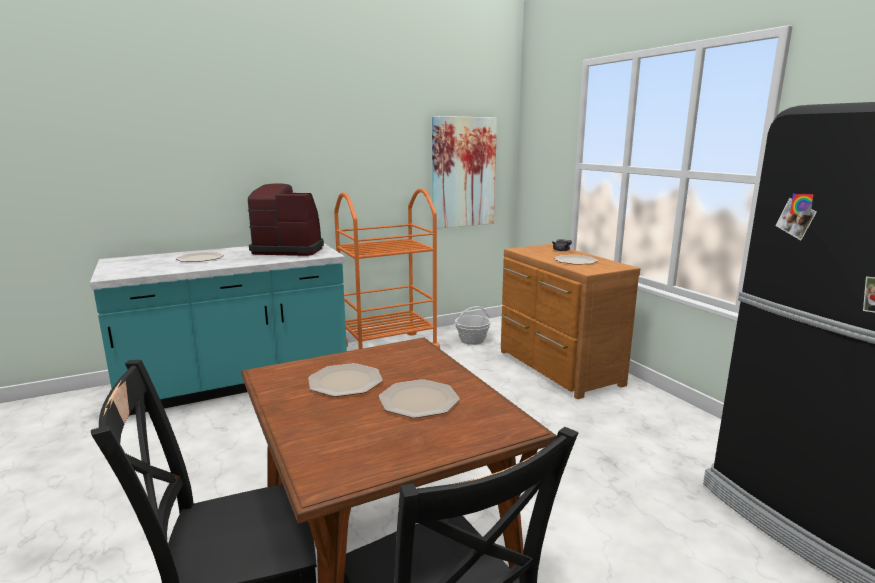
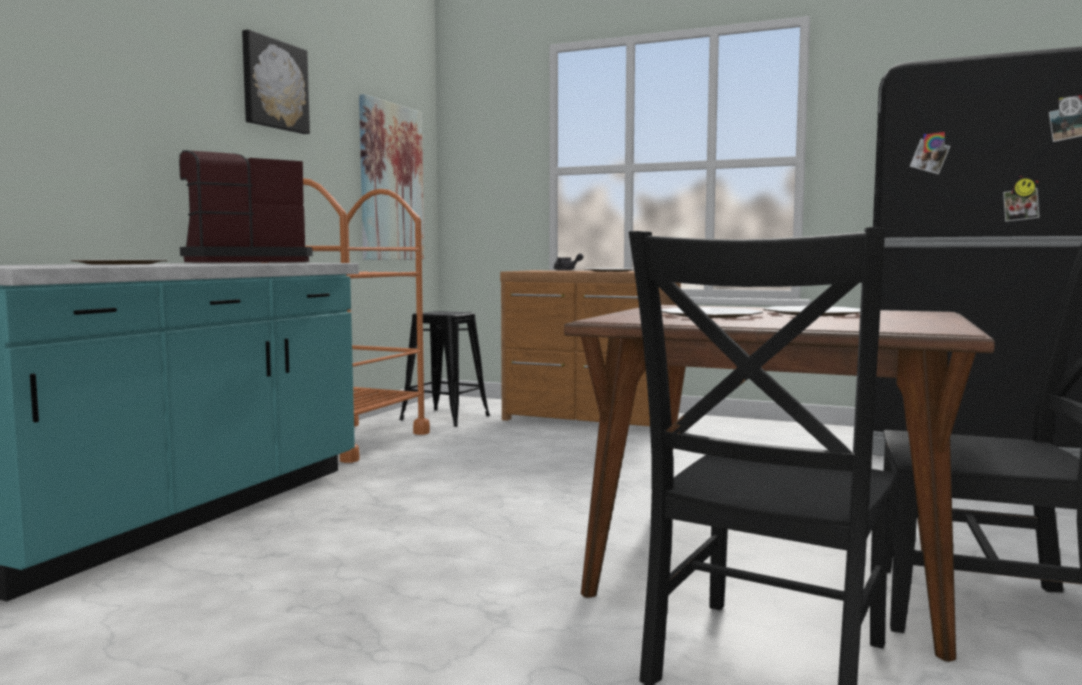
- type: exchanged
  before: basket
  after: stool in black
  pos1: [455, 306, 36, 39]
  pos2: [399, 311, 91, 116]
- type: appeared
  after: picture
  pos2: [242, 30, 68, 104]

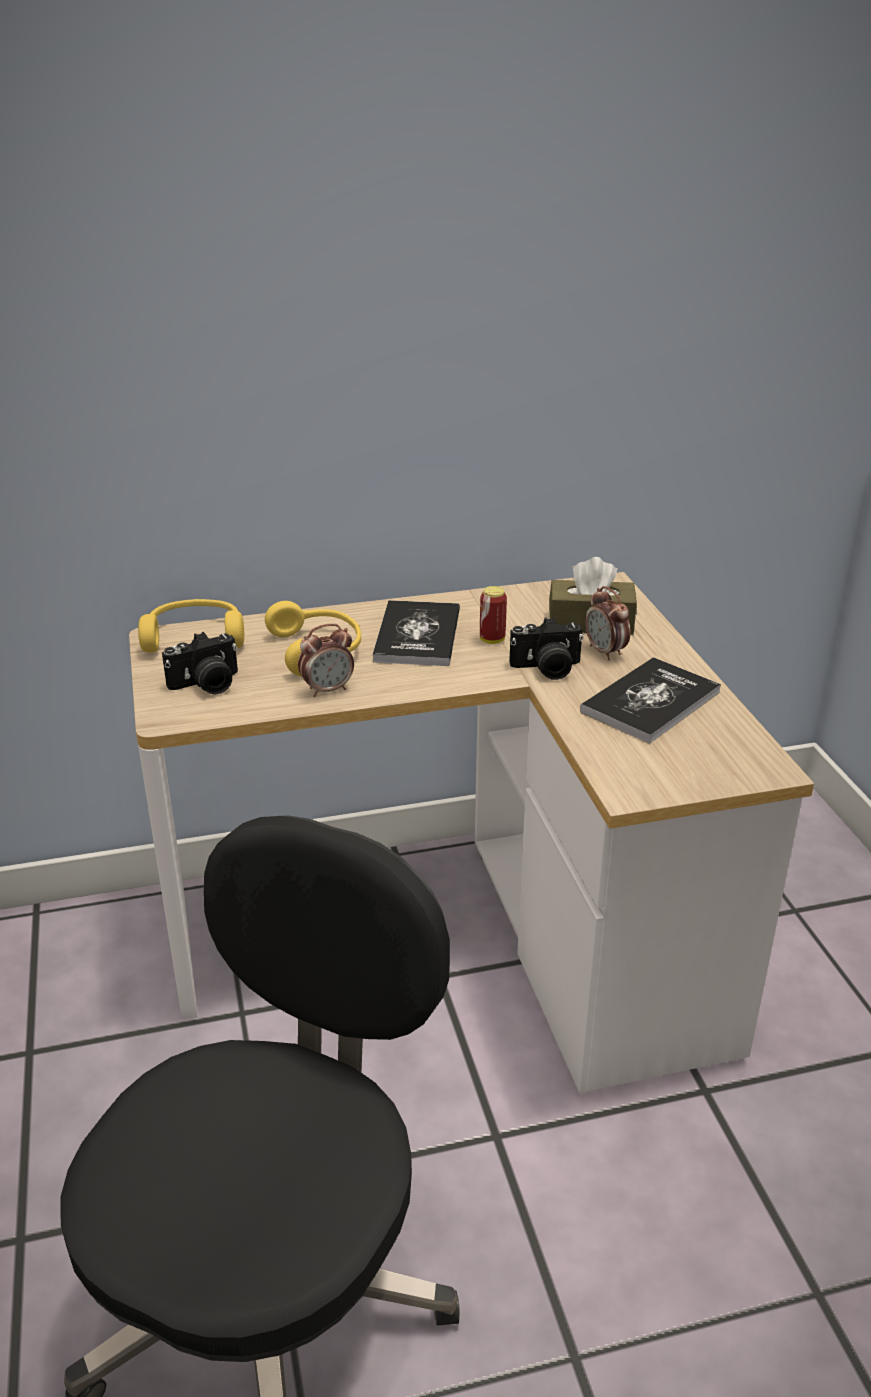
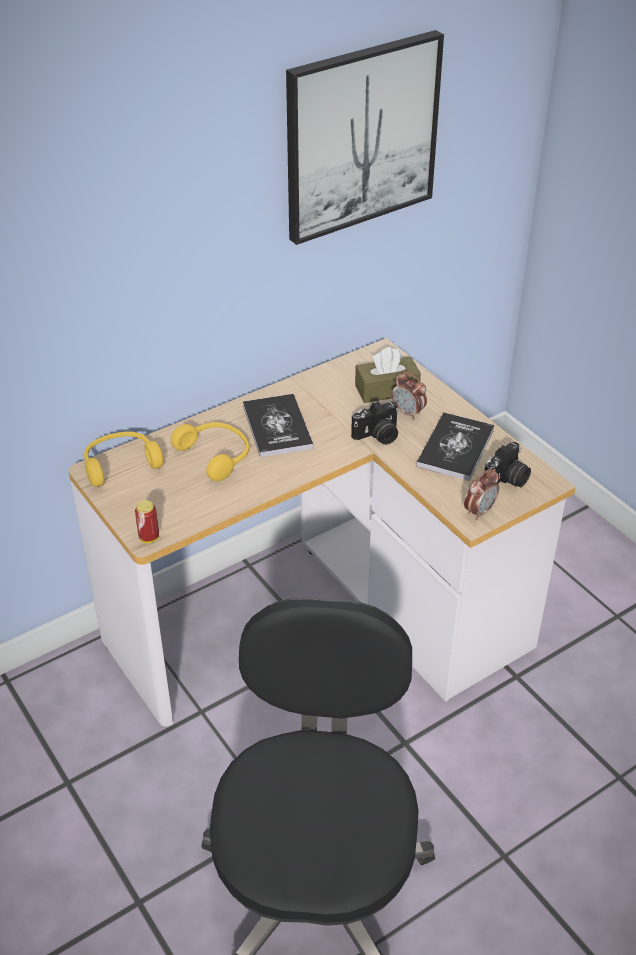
- type: relocated
  before: photo camera
  pos1: [162, 632, 76, 63]
  pos2: [485, 442, 46, 45]
- type: relocated
  before: alarm clock
  pos1: [298, 624, 56, 73]
  pos2: [464, 468, 35, 52]
- type: relocated
  before: can
  pos1: [480, 586, 27, 58]
  pos2: [135, 500, 24, 43]
- type: appeared
  after: picture
  pos2: [286, 30, 158, 215]

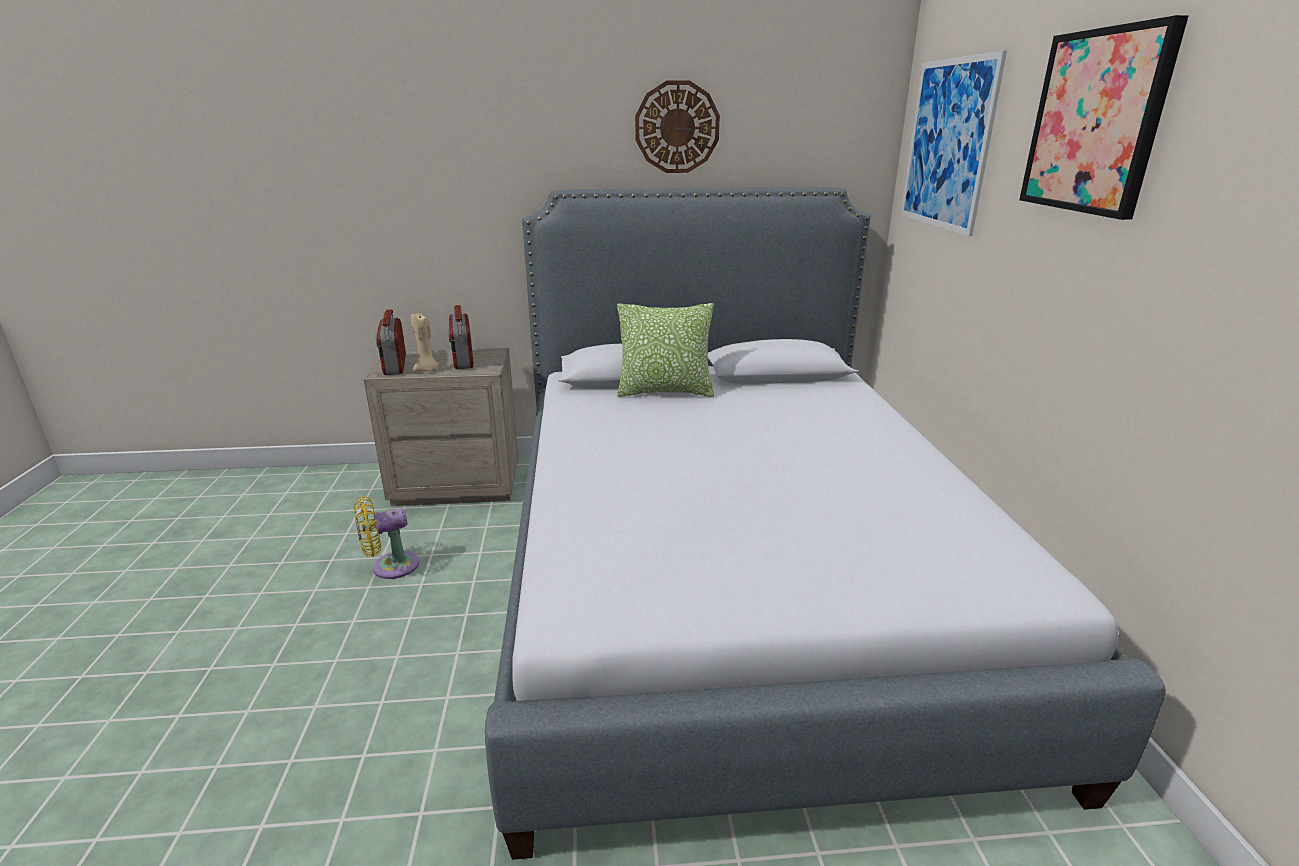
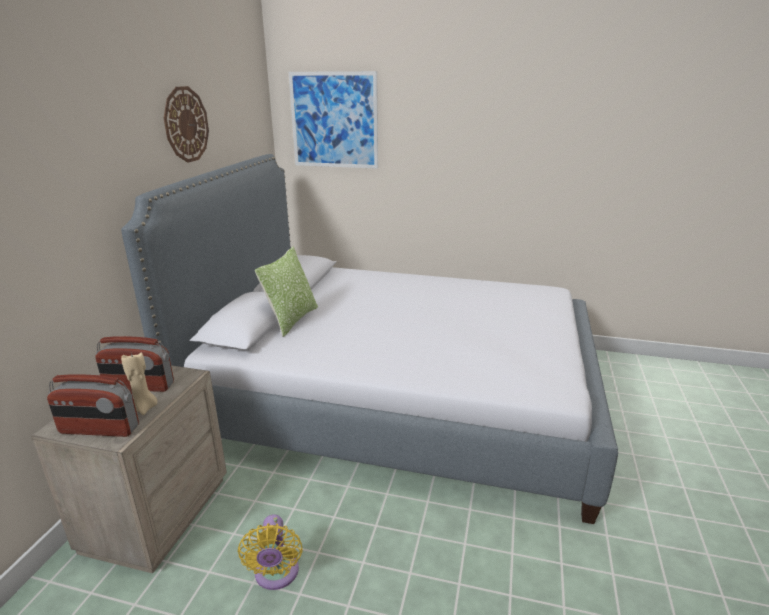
- type: missing
  before: picture
  pos1: [1019, 15, 170, 205]

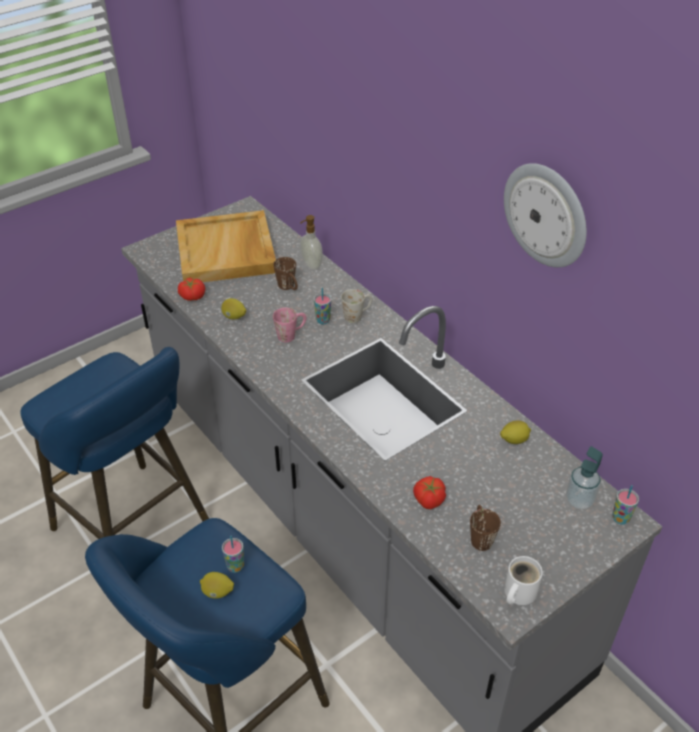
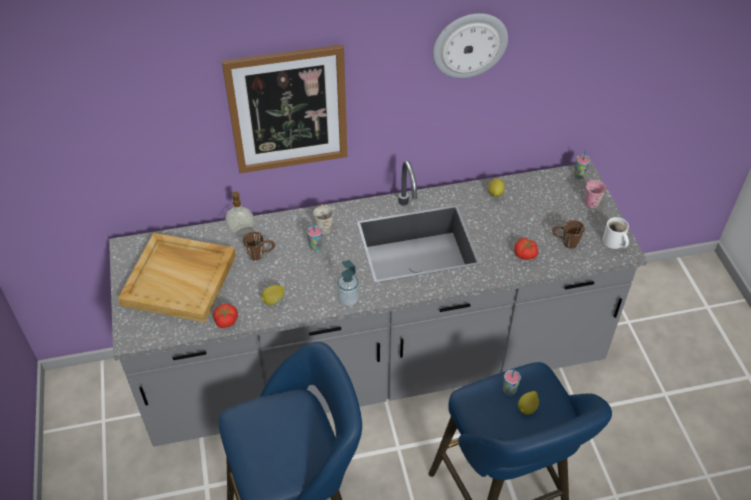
- type: relocated
  before: mug in pink
  pos1: [273, 308, 34, 34]
  pos2: [585, 179, 21, 29]
- type: relocated
  before: soap dispenser
  pos1: [566, 446, 37, 64]
  pos2: [337, 260, 22, 46]
- type: appeared
  after: picture
  pos2: [222, 44, 125, 129]

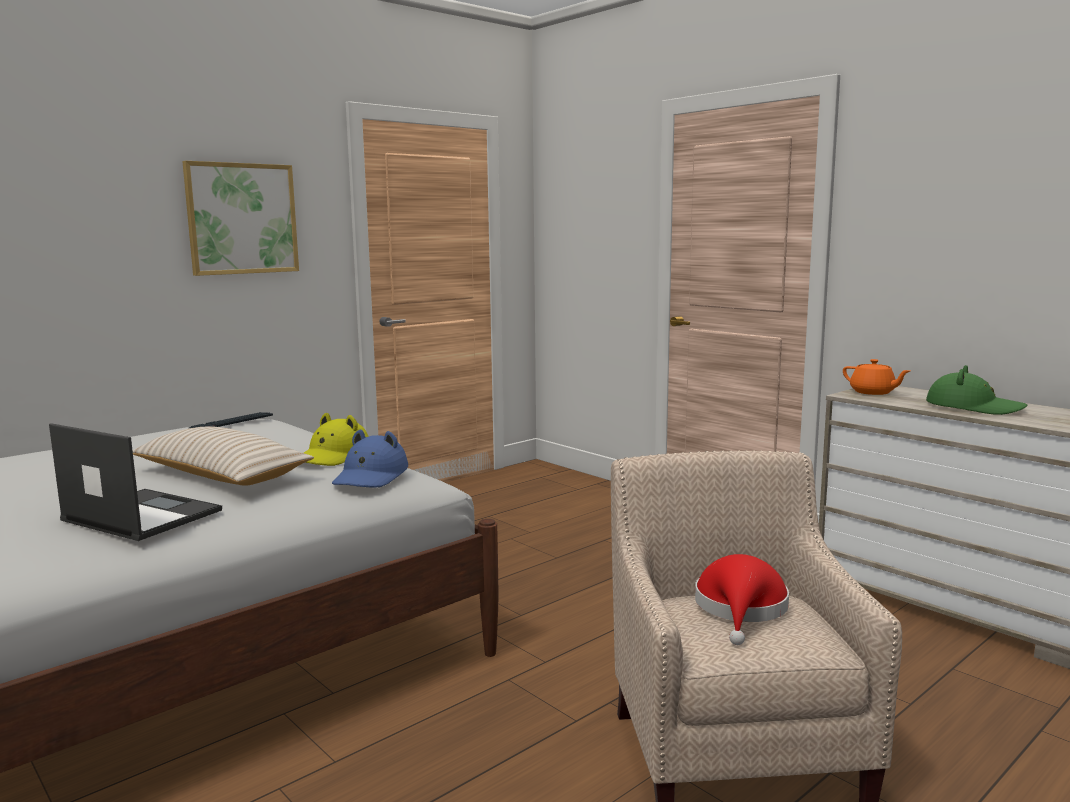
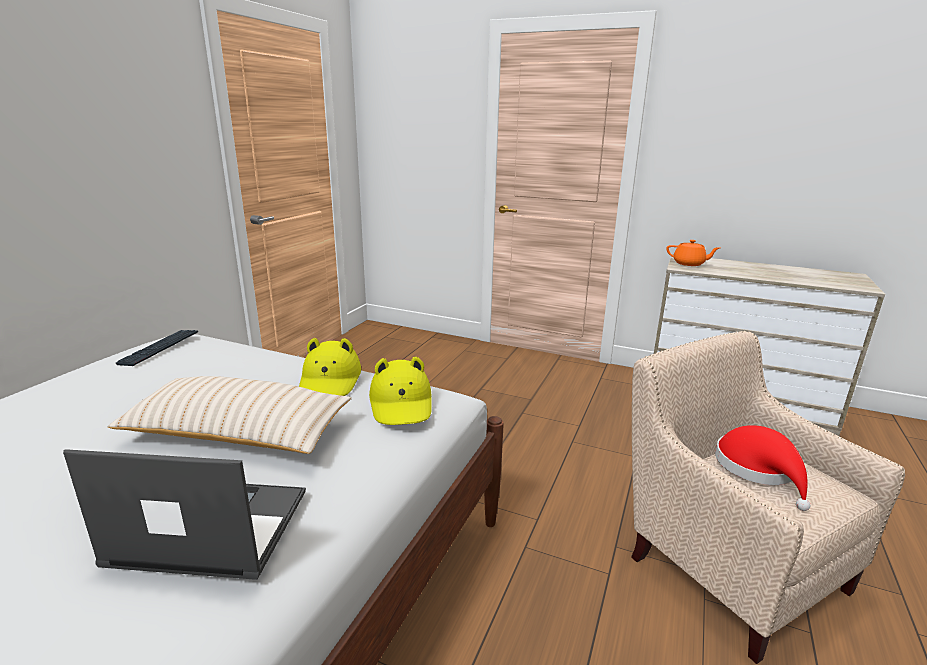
- type: missing
  before: picture
  pos1: [182, 161, 117, 115]
- type: colour
  before: hat in blue
  after: hat in yellow
  pos1: [332, 429, 76, 59]
  pos2: [369, 357, 63, 68]
- type: missing
  before: hat in green
  pos1: [926, 365, 102, 50]

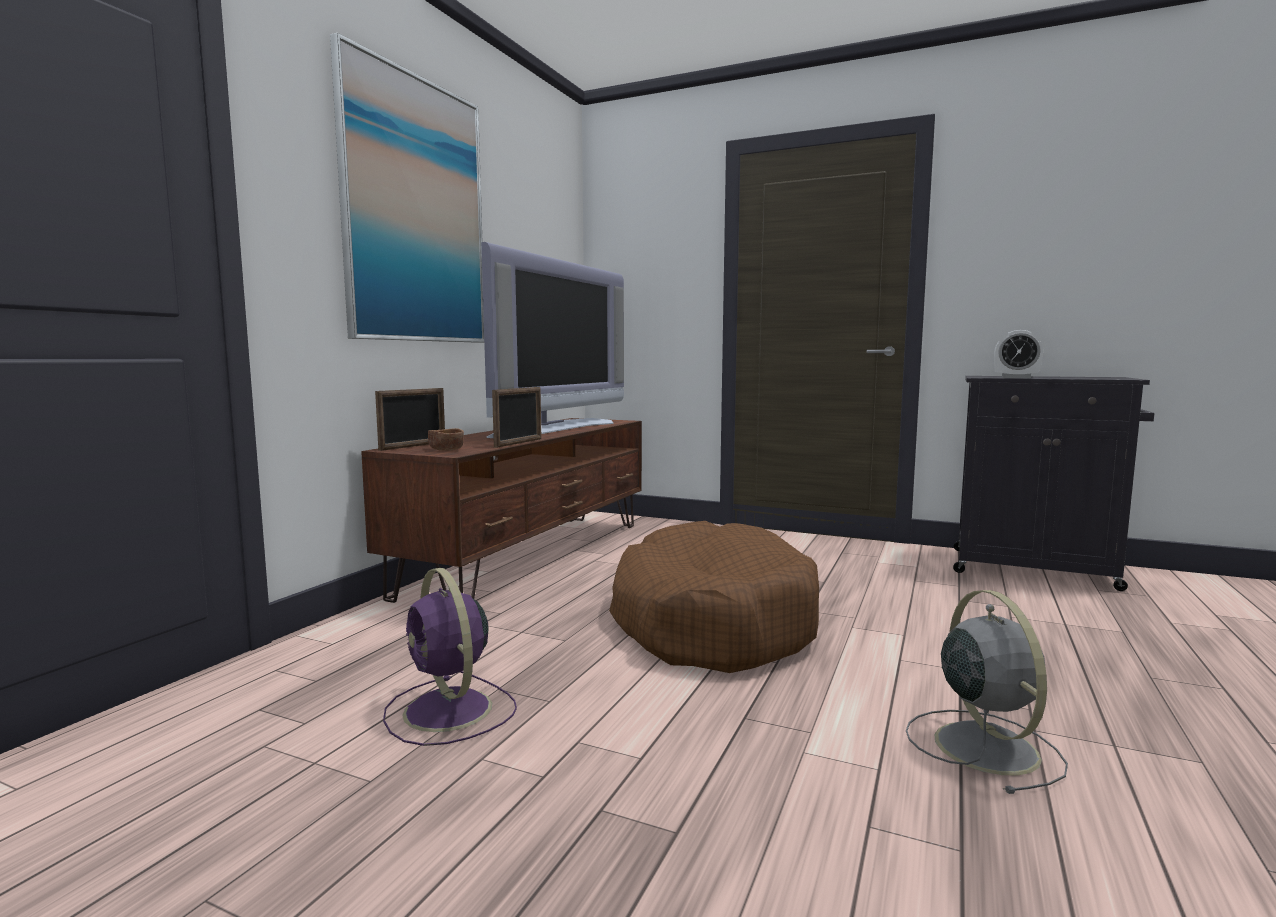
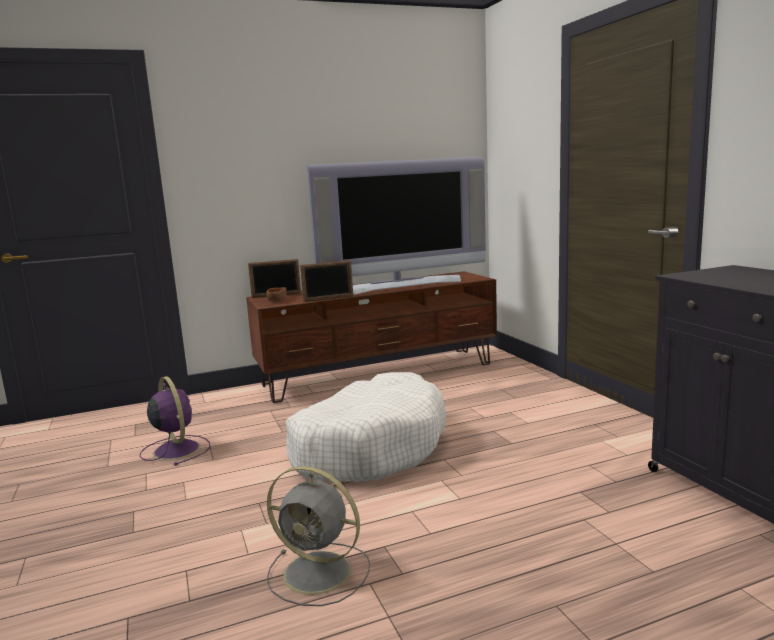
- type: missing
  before: picture
  pos1: [330, 33, 154, 310]
- type: spun
  before: fan in purple
  pos1: [383, 568, 134, 178]
  pos2: [140, 376, 70, 90]
  turn: 135
- type: colour
  before: dog bed in brown
  after: dog bed in white
  pos1: [609, 521, 210, 152]
  pos2: [286, 372, 160, 110]
- type: spun
  before: fan in grey
  pos1: [906, 590, 162, 204]
  pos2: [266, 466, 104, 140]
  turn: 75
- type: missing
  before: alarm clock
  pos1: [994, 330, 49, 48]

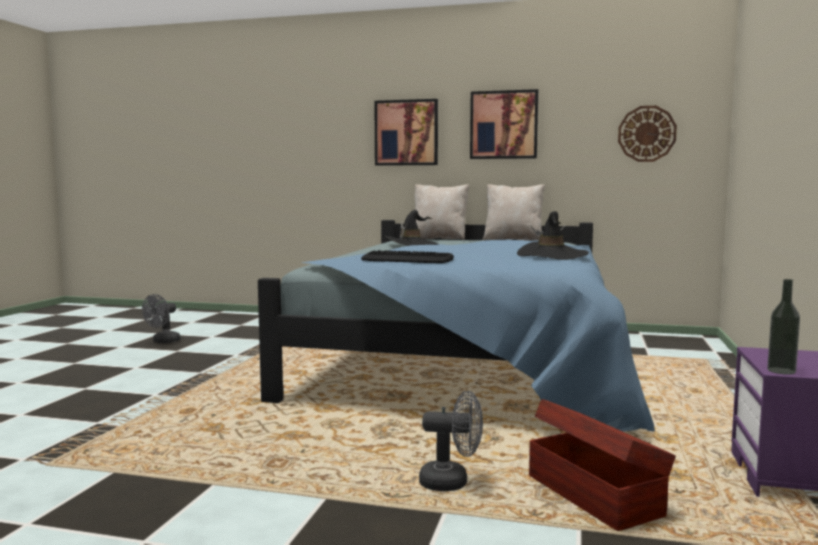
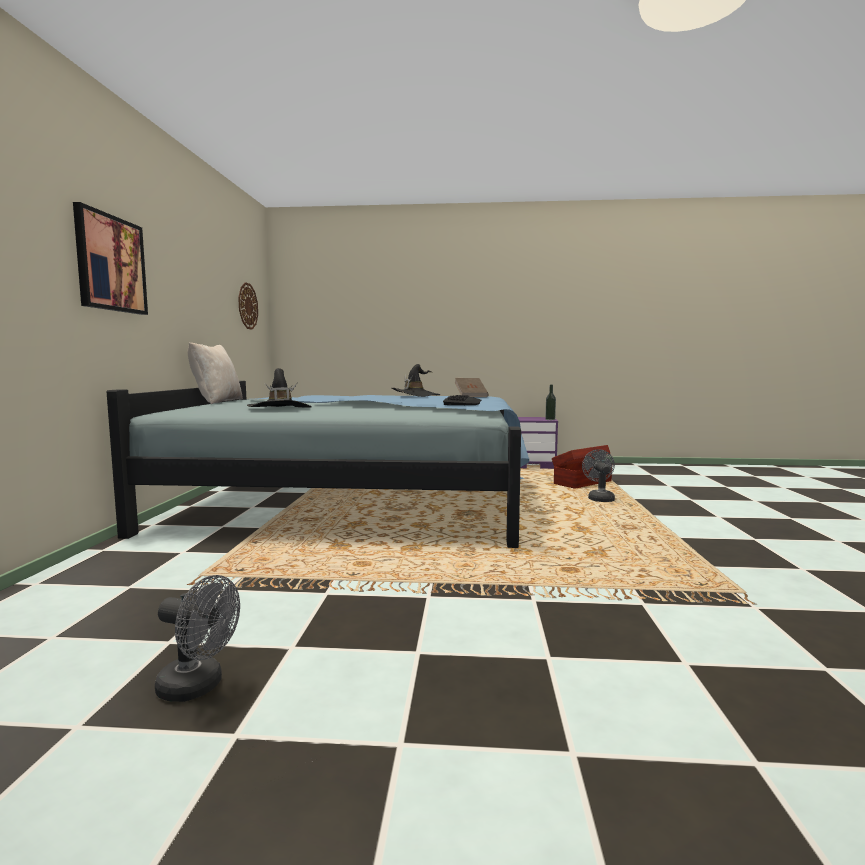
- type: missing
  before: pillow in beige
  pos1: [415, 184, 55, 56]
- type: missing
  before: picture
  pos1: [470, 89, 68, 70]
- type: appeared
  after: book in brown
  pos2: [454, 378, 35, 19]

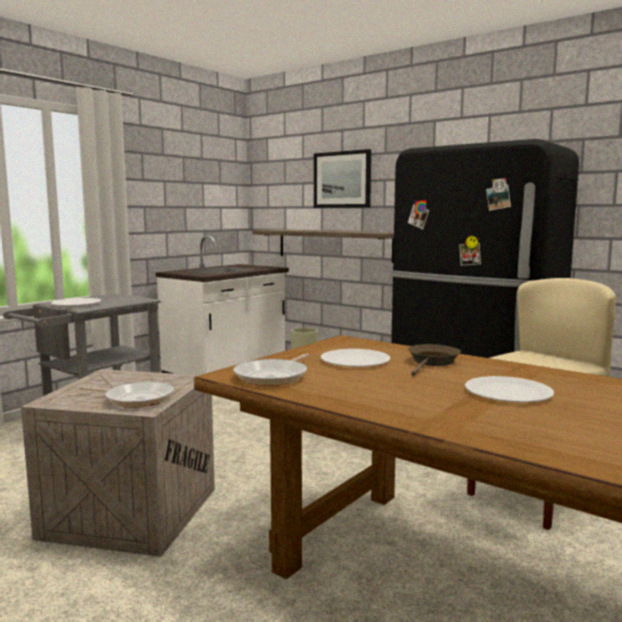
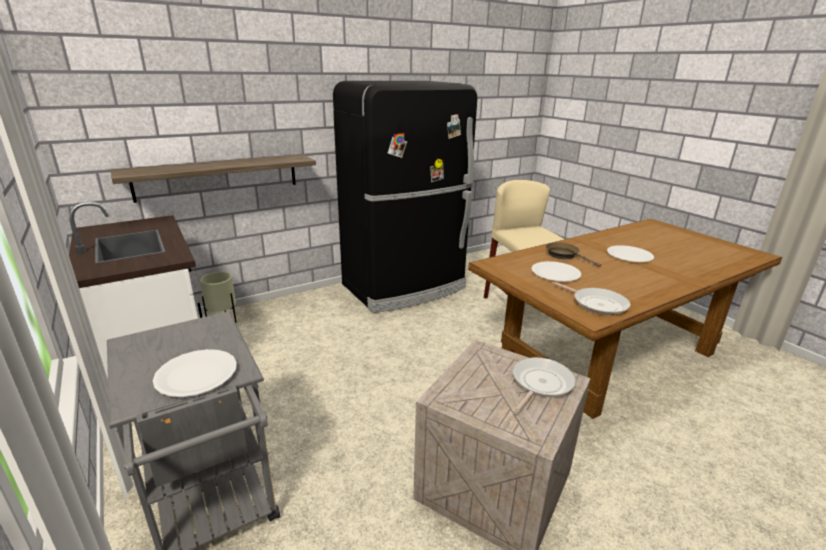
- type: missing
  before: picture
  pos1: [314, 149, 57, 59]

